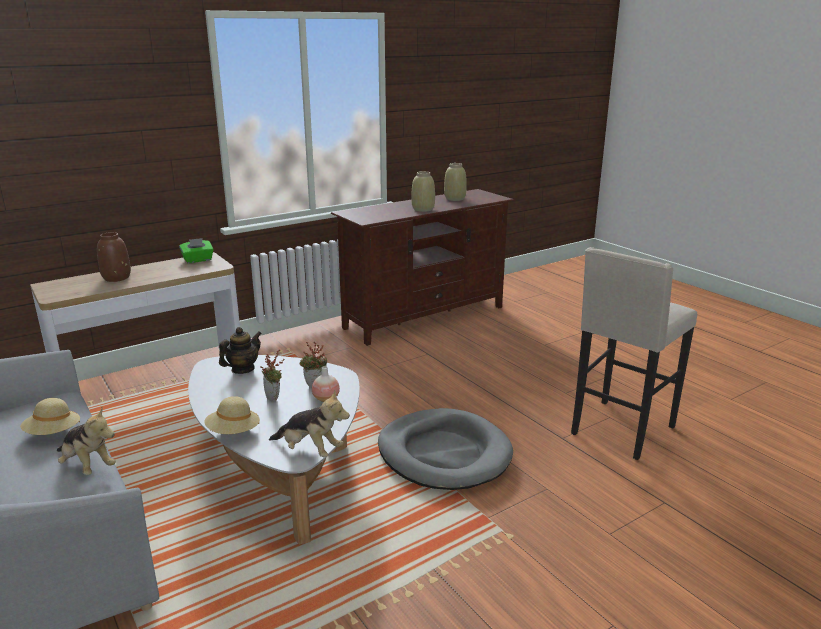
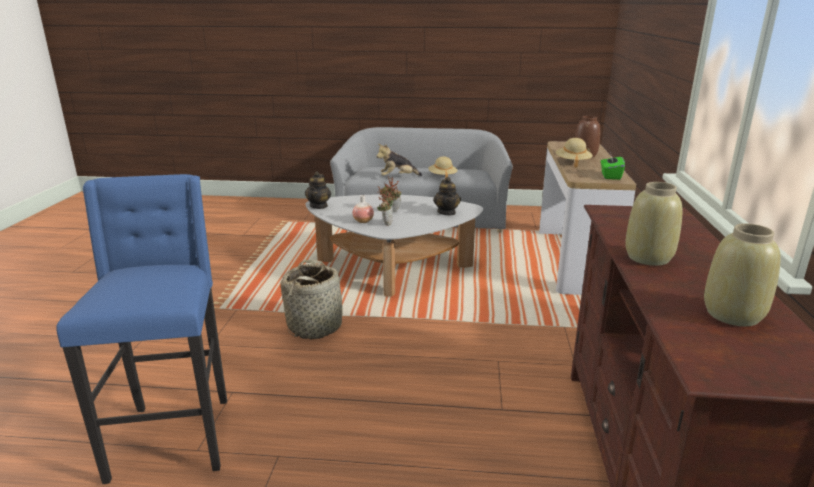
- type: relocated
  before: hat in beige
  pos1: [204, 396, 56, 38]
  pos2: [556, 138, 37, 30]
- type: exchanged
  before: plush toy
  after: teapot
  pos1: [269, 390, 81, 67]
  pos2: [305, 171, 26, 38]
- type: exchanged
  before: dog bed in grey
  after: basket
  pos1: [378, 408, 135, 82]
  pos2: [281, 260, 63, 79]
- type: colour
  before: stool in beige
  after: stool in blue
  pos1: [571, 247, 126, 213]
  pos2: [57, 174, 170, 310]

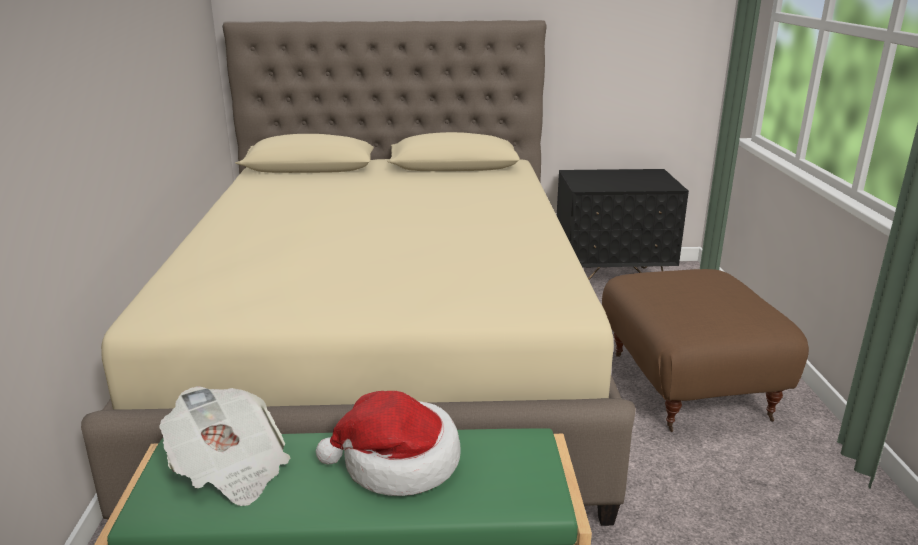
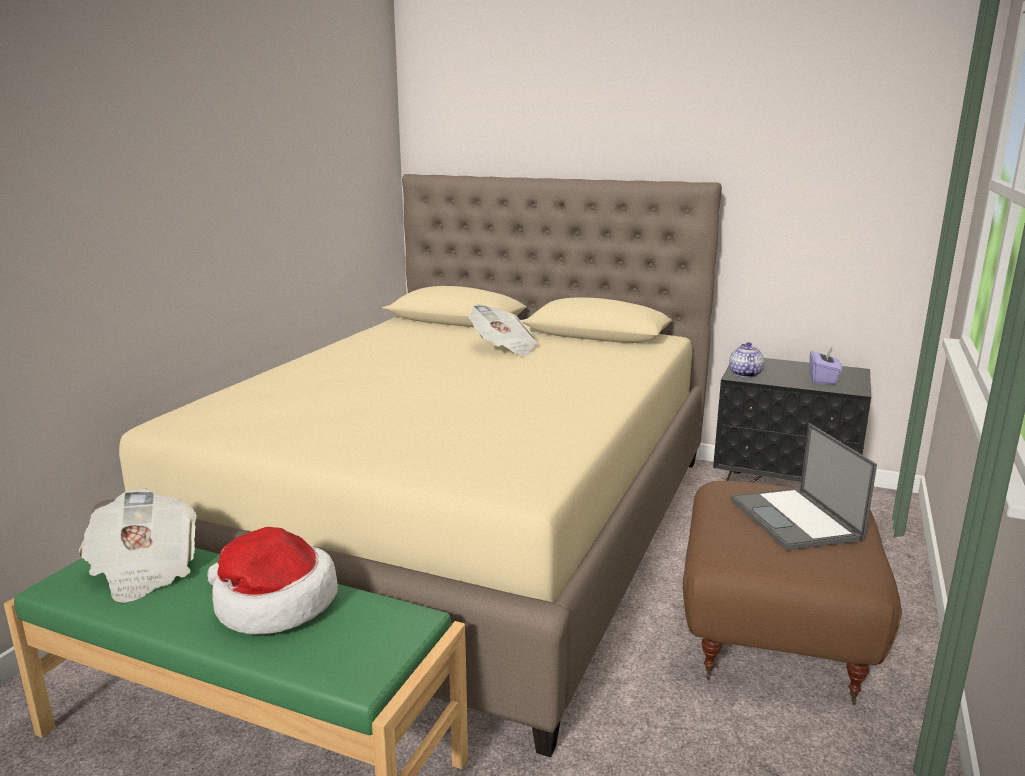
- type: appeared
  after: newspaper
  pos2: [468, 304, 71, 53]
- type: appeared
  after: teapot
  pos2: [729, 342, 36, 36]
- type: appeared
  after: laptop
  pos2: [731, 423, 146, 128]
- type: appeared
  after: tissue box in purple
  pos2: [809, 346, 33, 39]

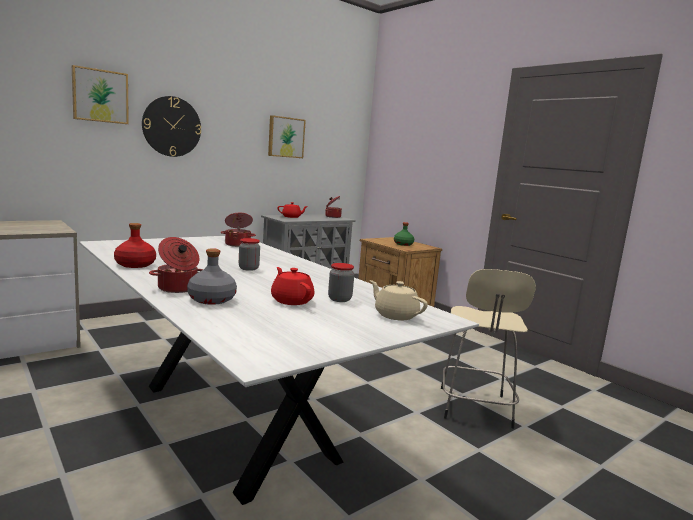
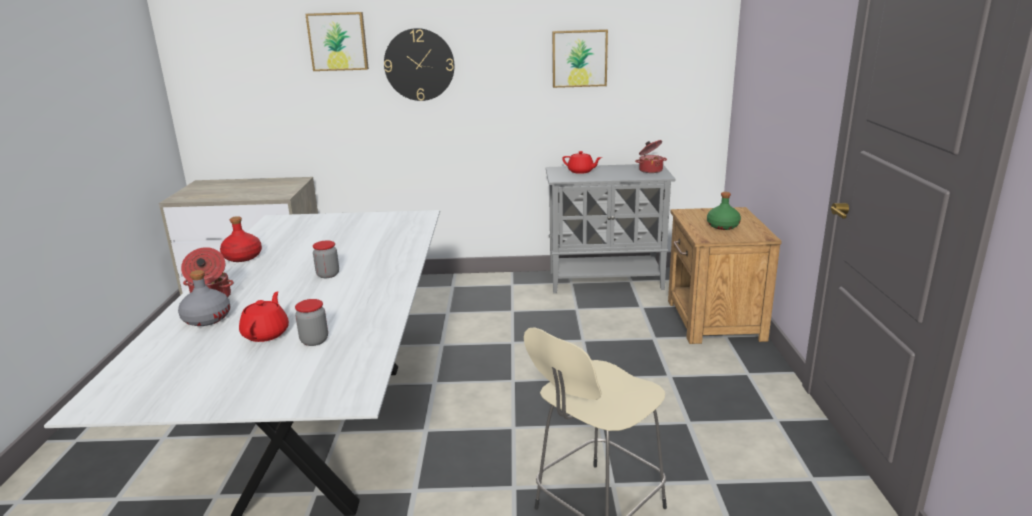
- type: missing
  before: cooking pot
  pos1: [221, 213, 35, 34]
- type: missing
  before: teapot in beige
  pos1: [370, 280, 58, 40]

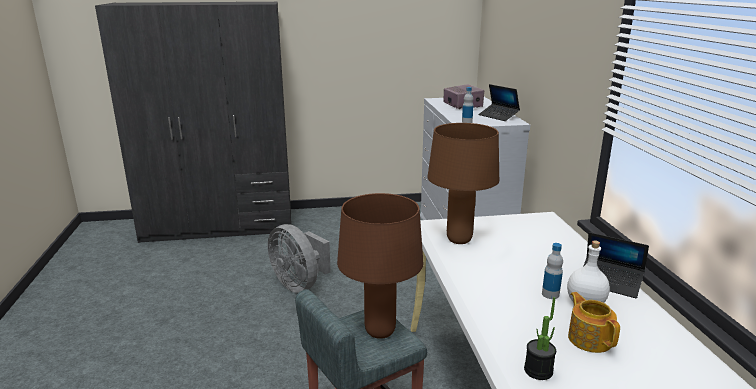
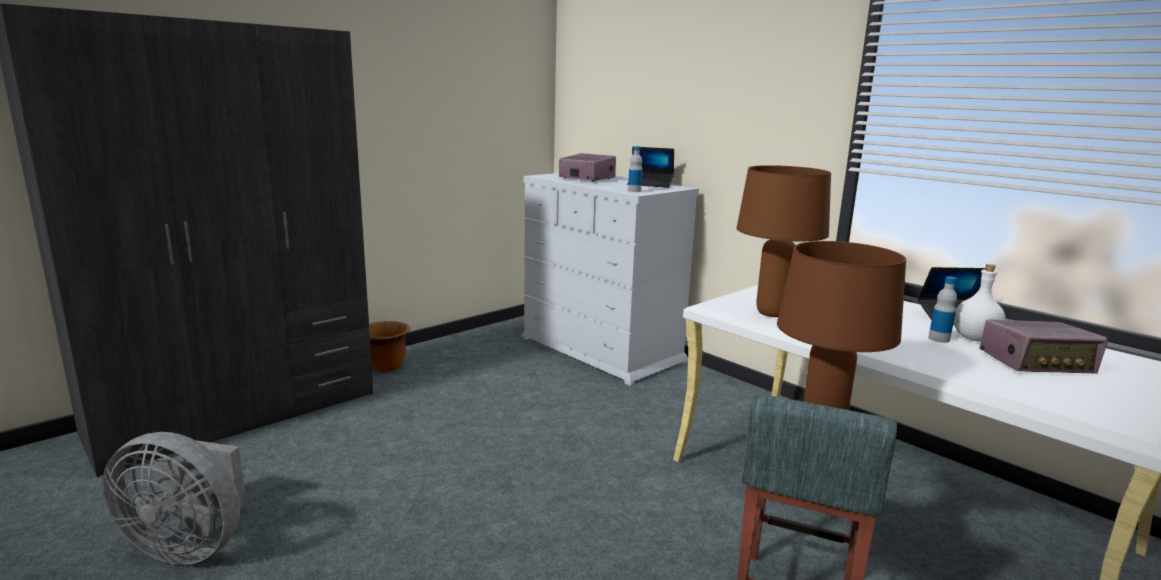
- type: relocated
  before: fan in grey
  pos1: [268, 224, 63, 69]
  pos2: [102, 432, 144, 133]
- type: missing
  before: potted plant
  pos1: [524, 297, 32, 83]
- type: exchanged
  before: teapot
  after: radio
  pos1: [568, 292, 52, 61]
  pos2: [979, 320, 129, 54]
- type: appeared
  after: planter in brown
  pos2: [369, 321, 41, 51]

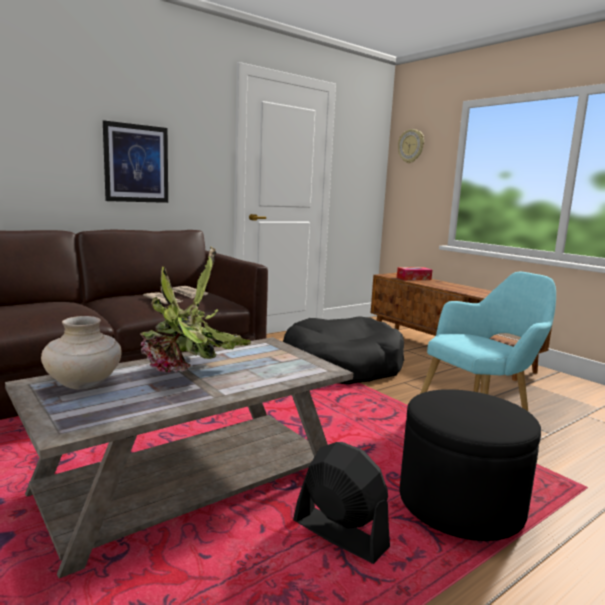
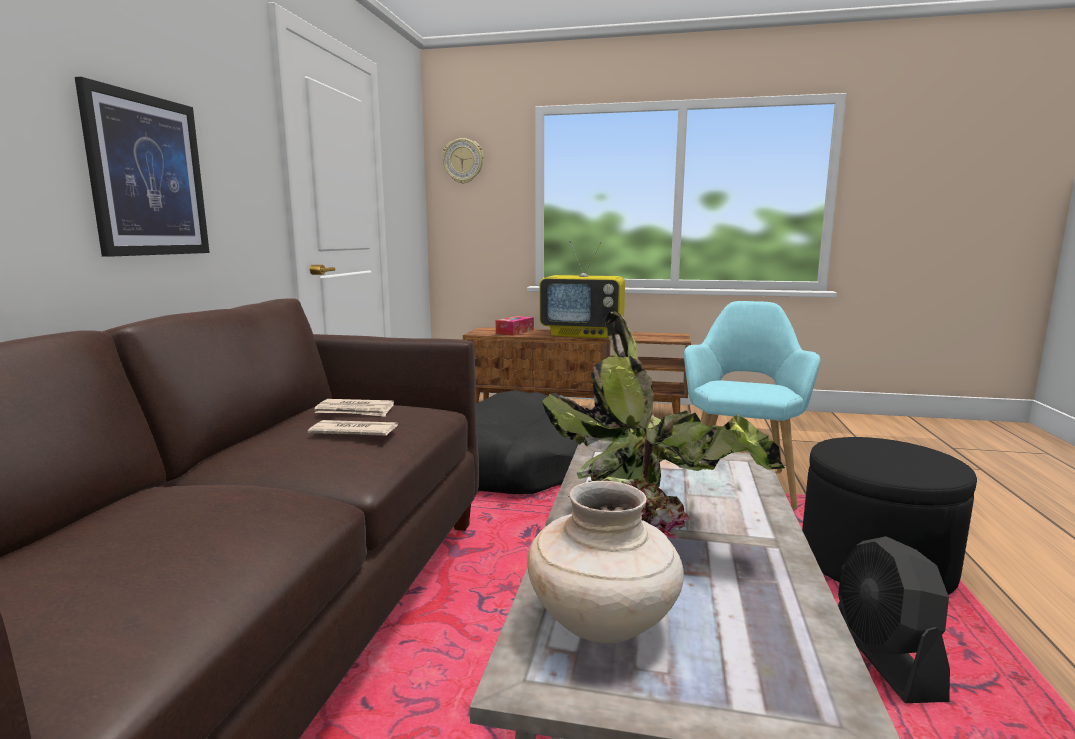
- type: spun
  before: fan in black
  pos1: [293, 442, 97, 122]
  pos2: [838, 536, 112, 167]
  turn: -90
- type: appeared
  after: television
  pos2: [539, 241, 86, 97]

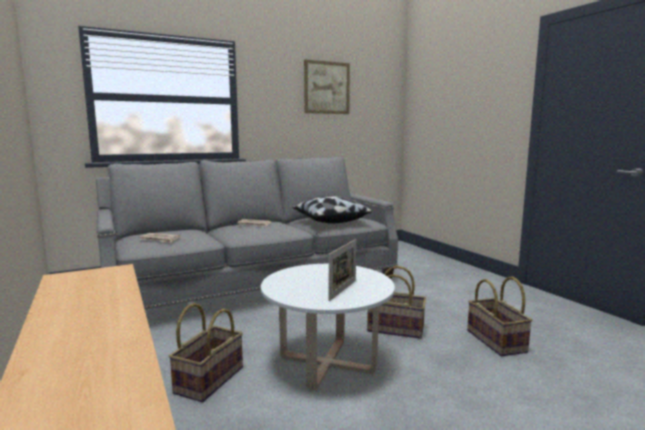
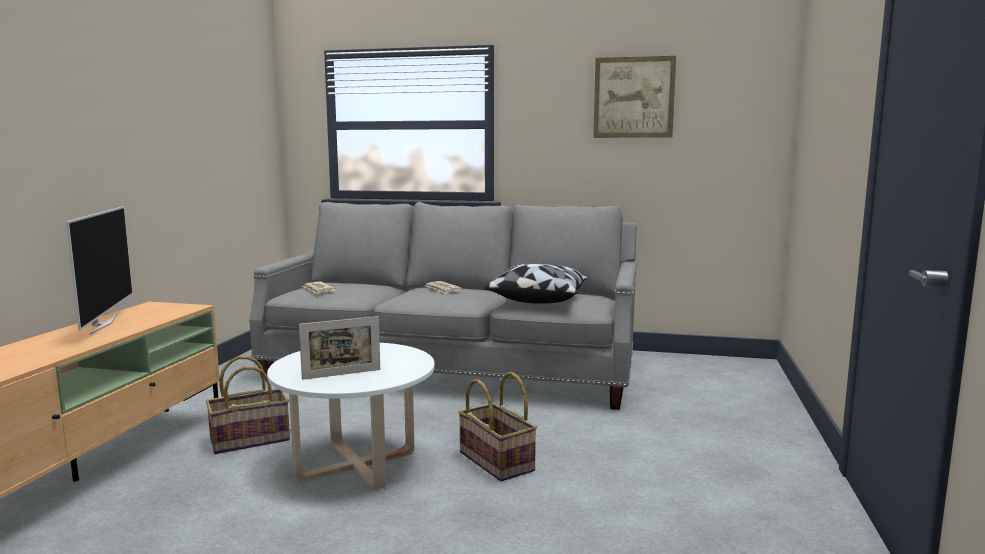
- type: missing
  before: basket
  pos1: [467, 276, 65, 80]
- type: appeared
  after: television
  pos2: [66, 206, 67, 129]

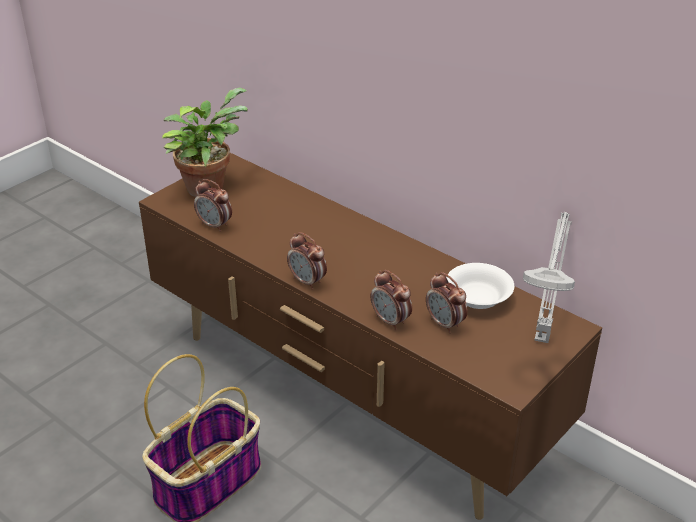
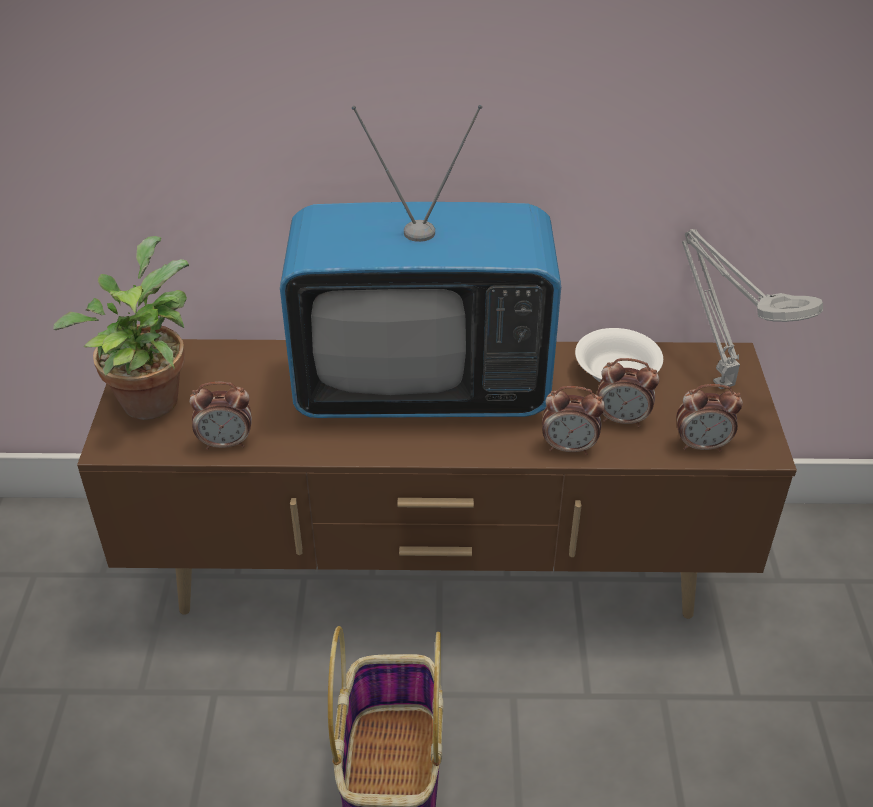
- type: relocated
  before: alarm clock
  pos1: [287, 232, 40, 58]
  pos2: [676, 384, 67, 68]
- type: appeared
  after: television
  pos2: [280, 105, 281, 313]

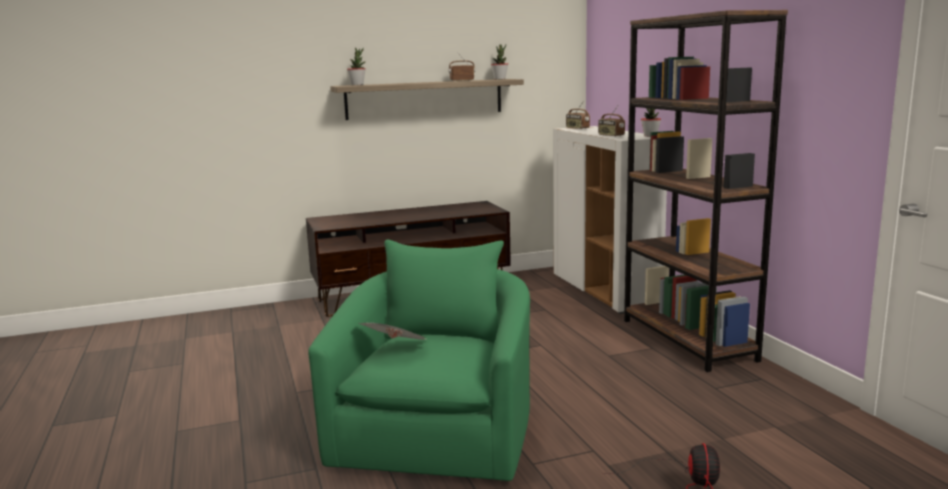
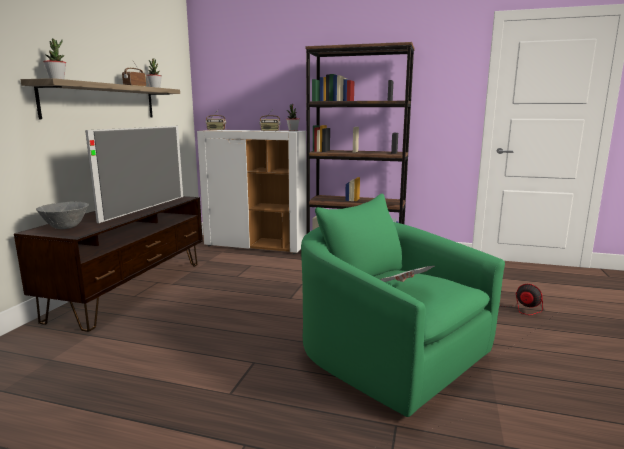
- type: appeared
  after: bowl in grey
  pos2: [36, 202, 53, 27]
- type: appeared
  after: television
  pos2: [85, 126, 98, 97]

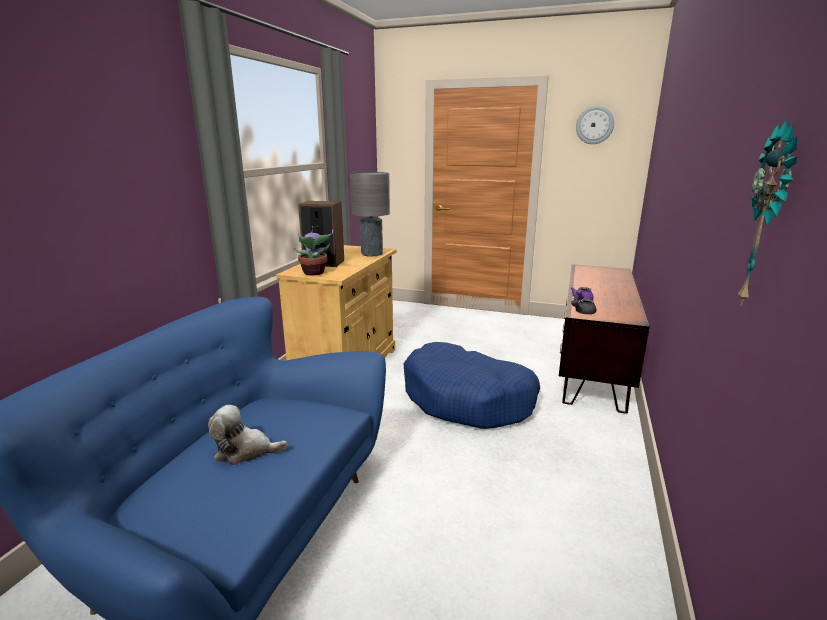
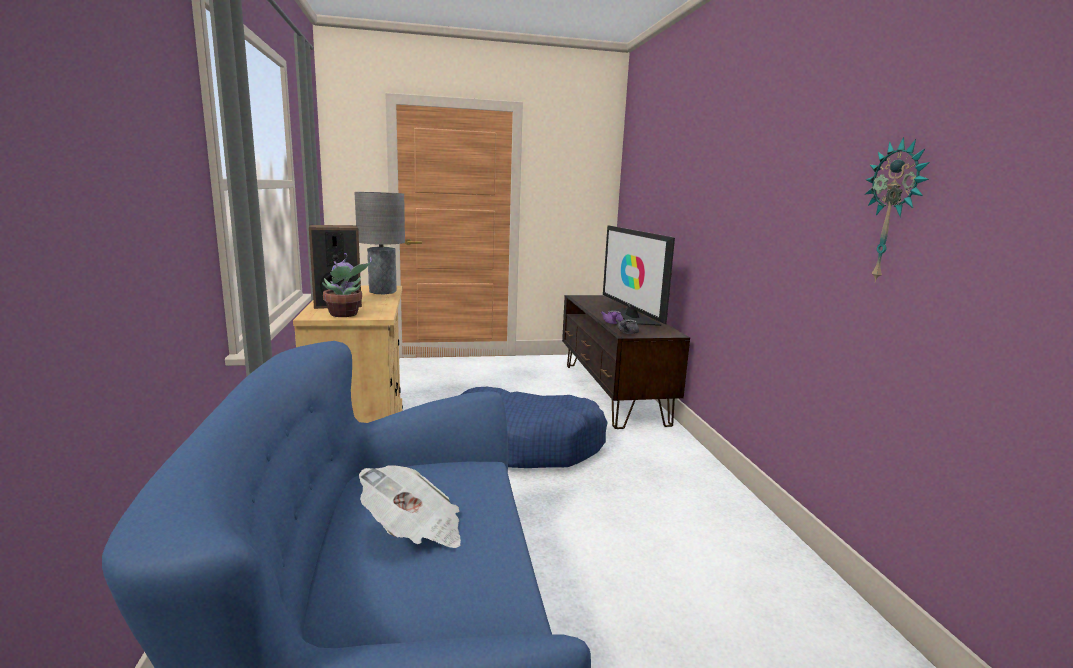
- type: exchanged
  before: plush toy
  after: newspaper
  pos1: [208, 405, 80, 60]
  pos2: [359, 465, 102, 83]
- type: missing
  before: wall clock
  pos1: [576, 106, 38, 38]
- type: appeared
  after: television
  pos2: [603, 225, 72, 101]

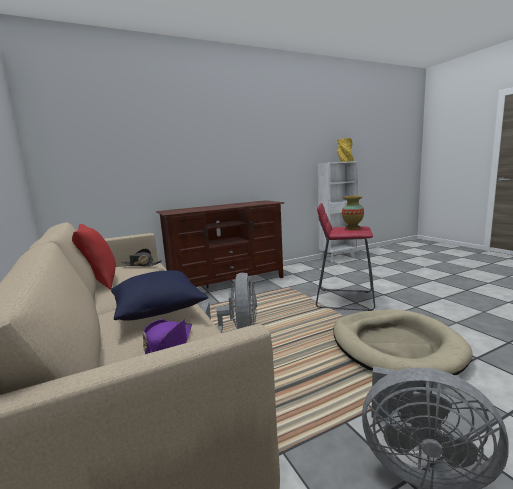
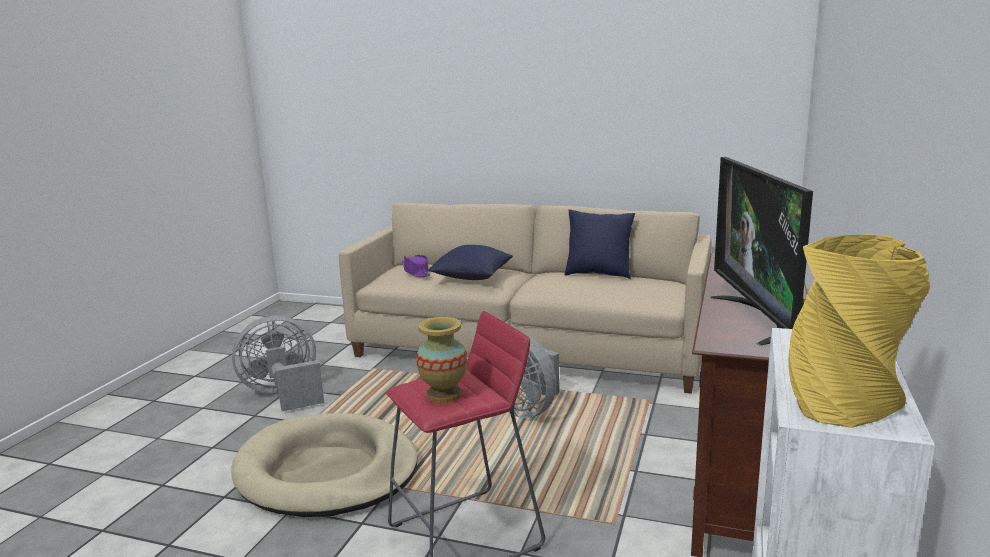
- type: colour
  before: pillow in red
  after: pillow in blue
  pos1: [72, 224, 44, 66]
  pos2: [564, 210, 71, 69]
- type: missing
  before: hat in black
  pos1: [122, 248, 41, 19]
- type: appeared
  after: television
  pos2: [711, 157, 102, 189]

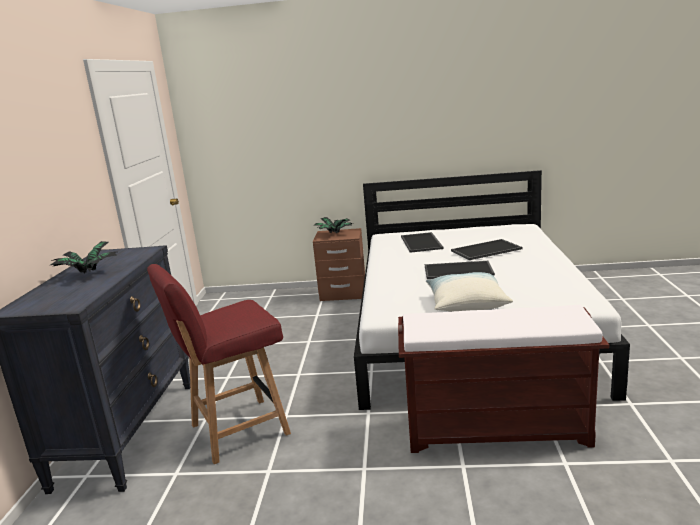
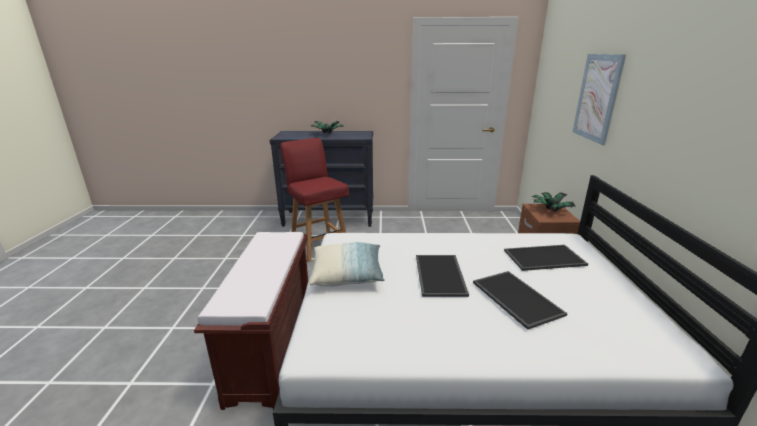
- type: appeared
  after: picture
  pos2: [573, 54, 53, 91]

